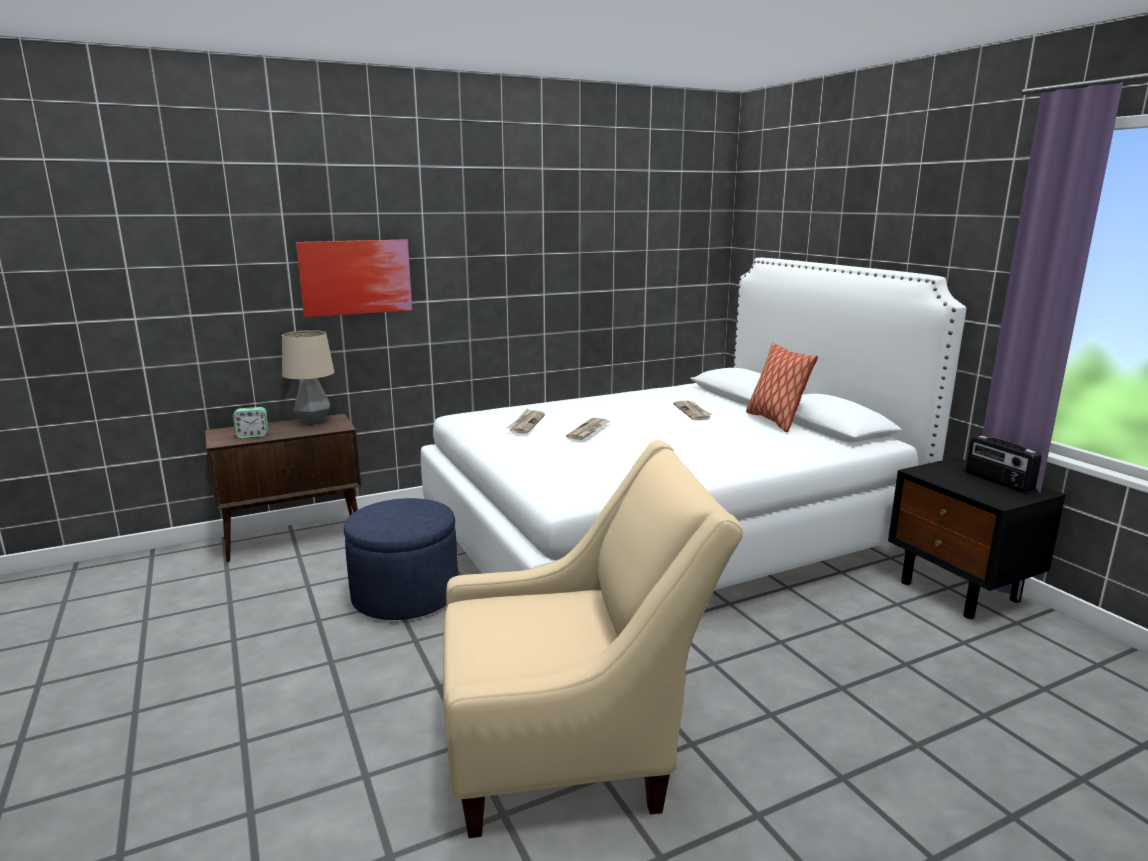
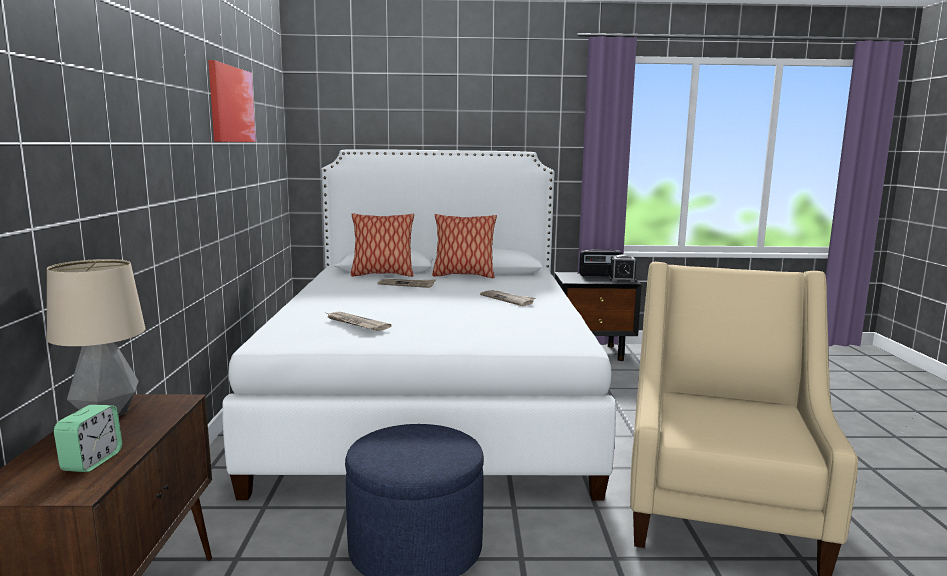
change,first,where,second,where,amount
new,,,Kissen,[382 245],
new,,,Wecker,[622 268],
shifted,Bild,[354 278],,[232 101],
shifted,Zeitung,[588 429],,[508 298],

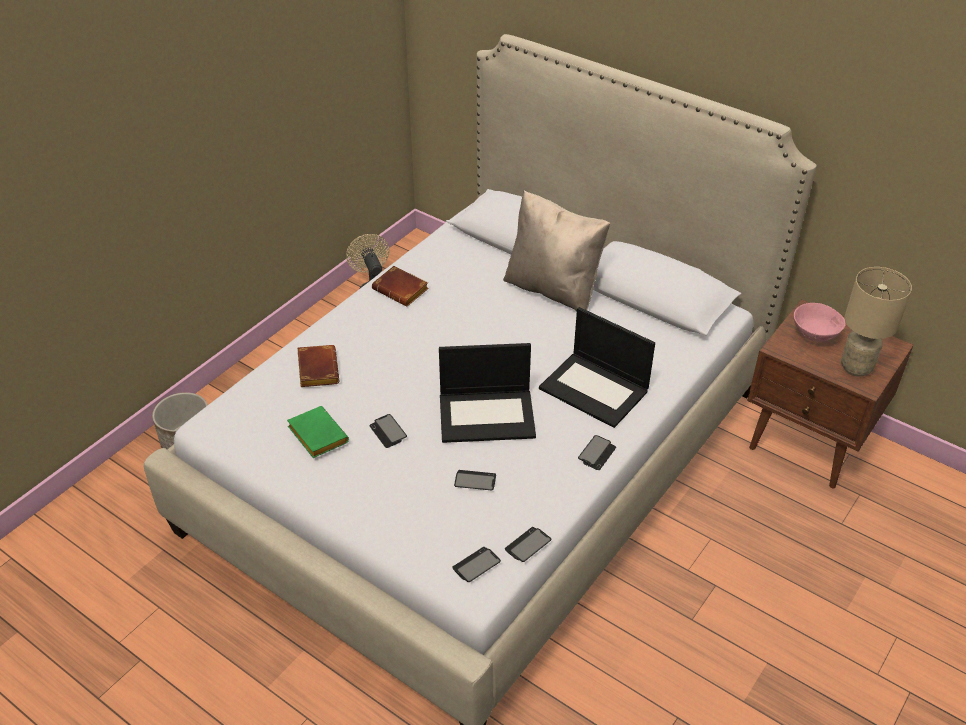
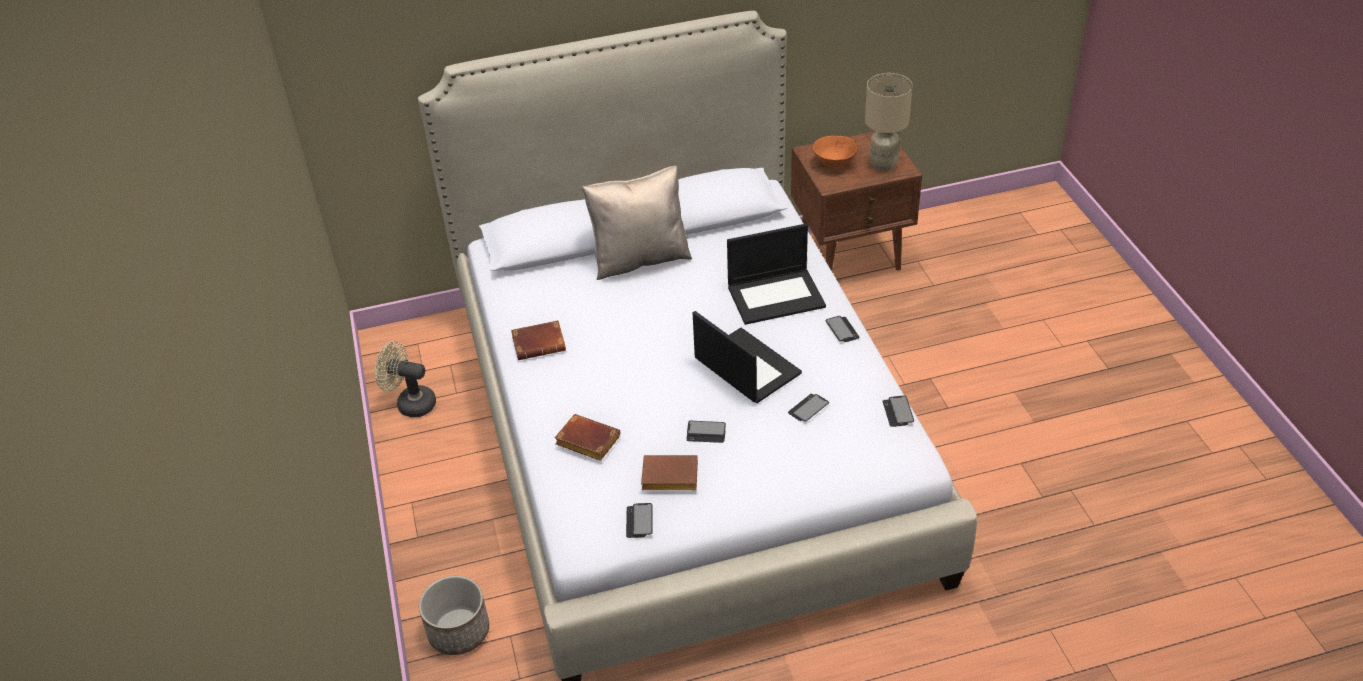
change,first,where,second,where,amount
shifted,Handy,[477 564],,[639 520],
repainted,Buch (grün),[318 432],Buch (braun),[669 472],
repainted,Schüssel (rosa),[820 322],Schüssel (orange),[835 152],
rotated,Laptop,[487 393],,[747 357],75 degrees counterclockwise

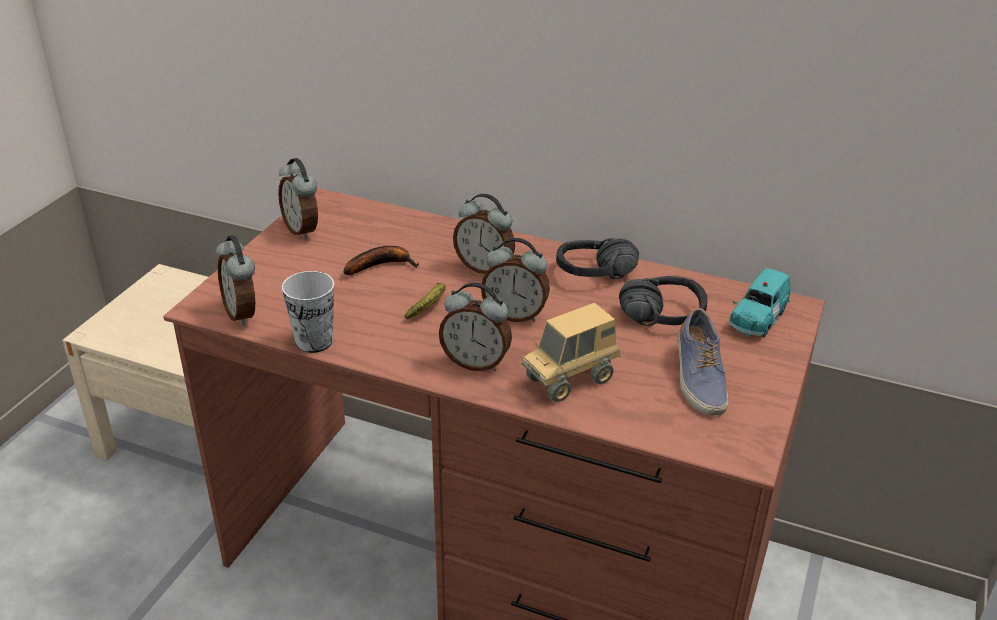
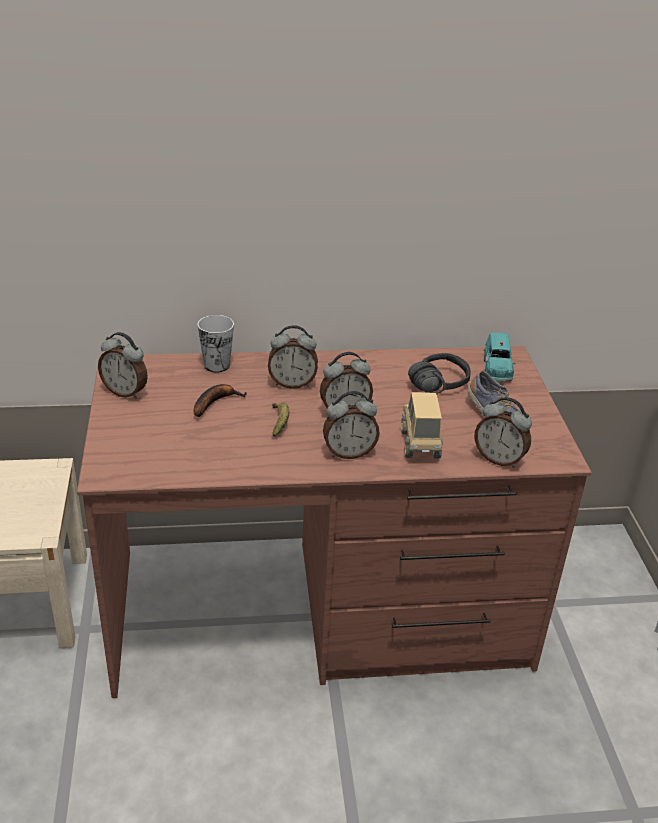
change,first,where,second,where,amount
gone,Kopfhörer (schwarz),[597 258],,,
shifted,Wecker,[235 280],,[503 432],
shifted,Tasse,[308 312],,[216 343],
rotated,Spielzeuglaster,[571 352],,[422 425],150 degrees clockwise

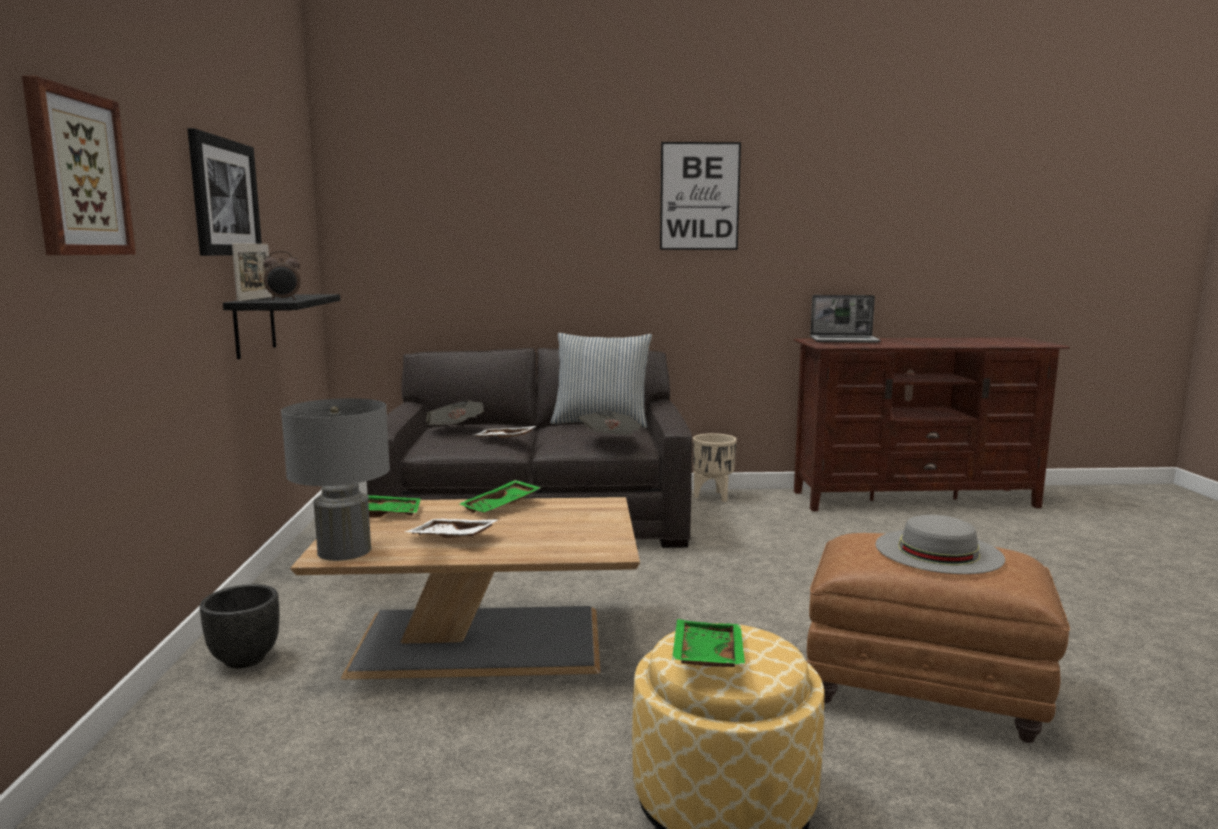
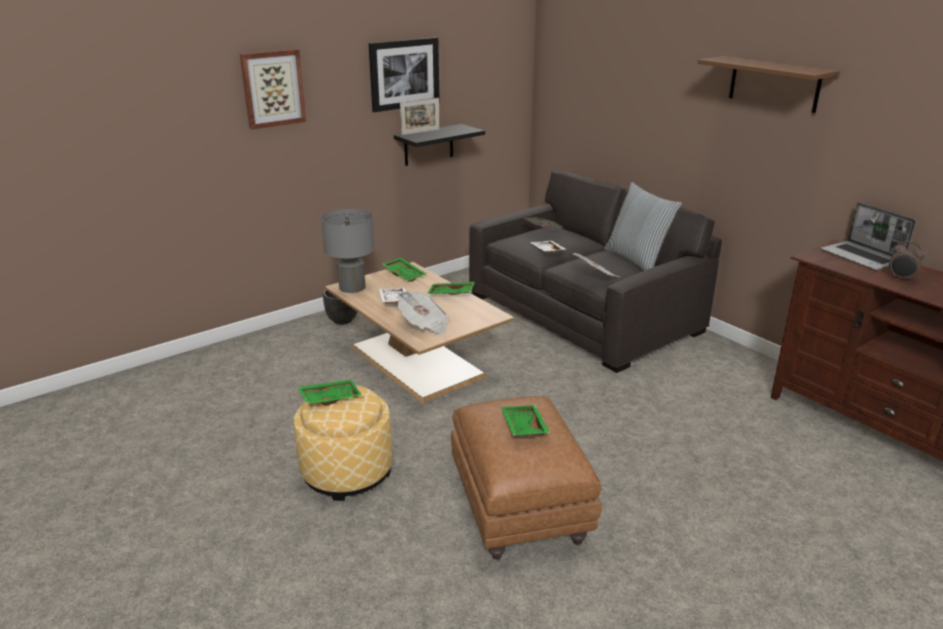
change,first,where,second,where,amount
gone,Pflanzkübel (beige),[715 467],,,
new,,,Zeitung,[423 313],
shifted,Wecker,[282 275],,[907 261],
swapped,Bild,[700 196],Wandregal (braun),[768 84],
swapped,Hut (grau),[940 544],Tablett (grün),[525 420],

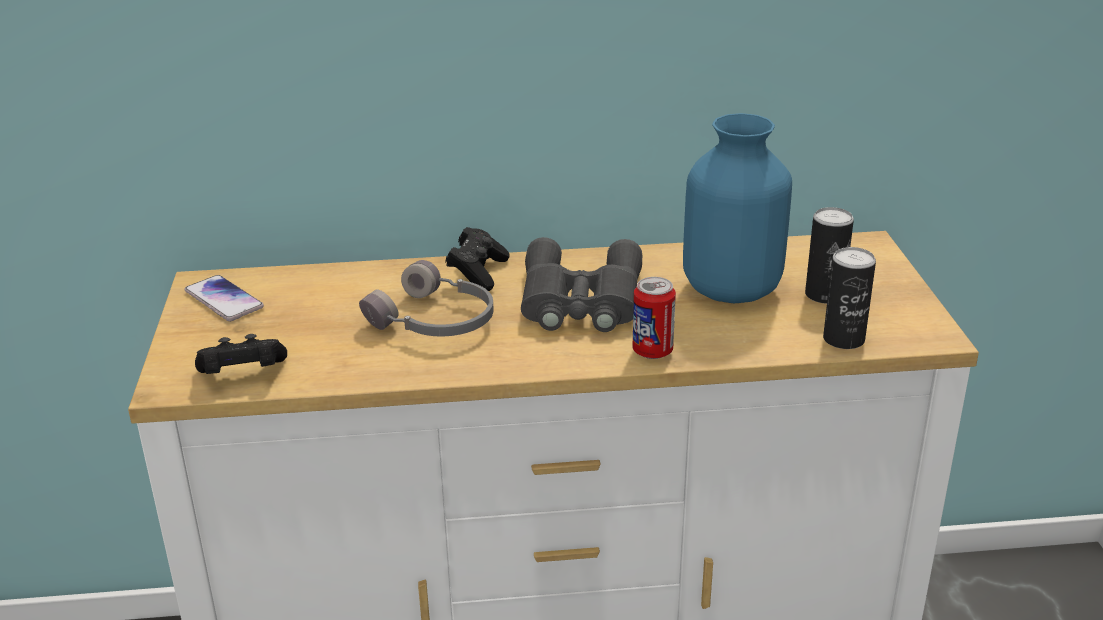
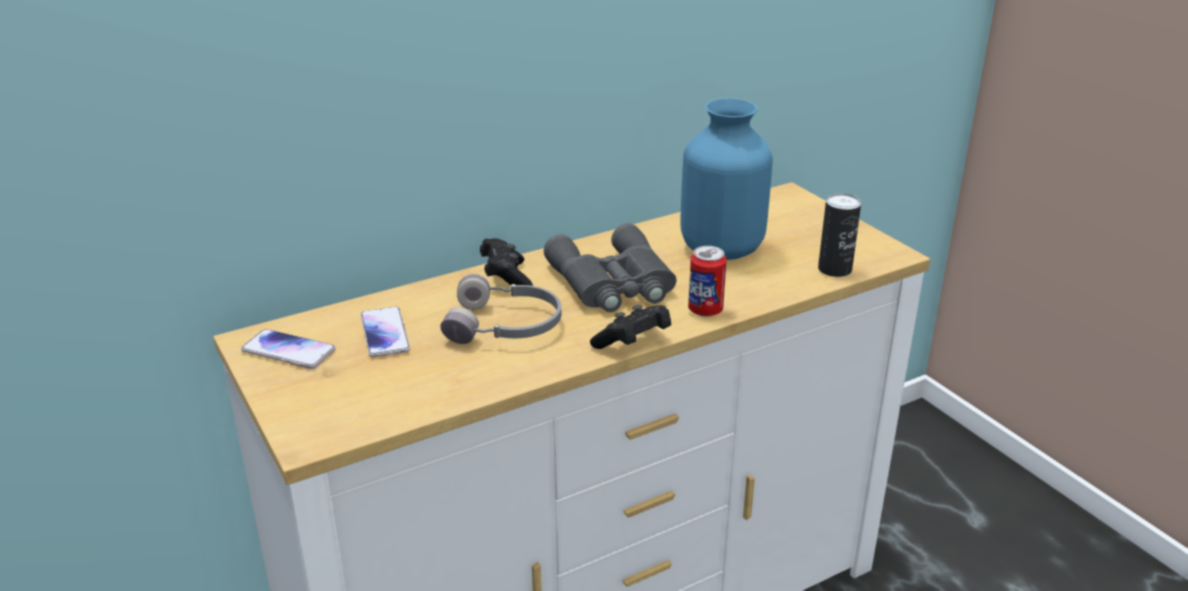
change,first,where,second,where,amount
gone,Dose,[829 255],,,
new,,,Handy,[385 332],
shifted,Gamepad (schwarz),[241 354],,[630 327],

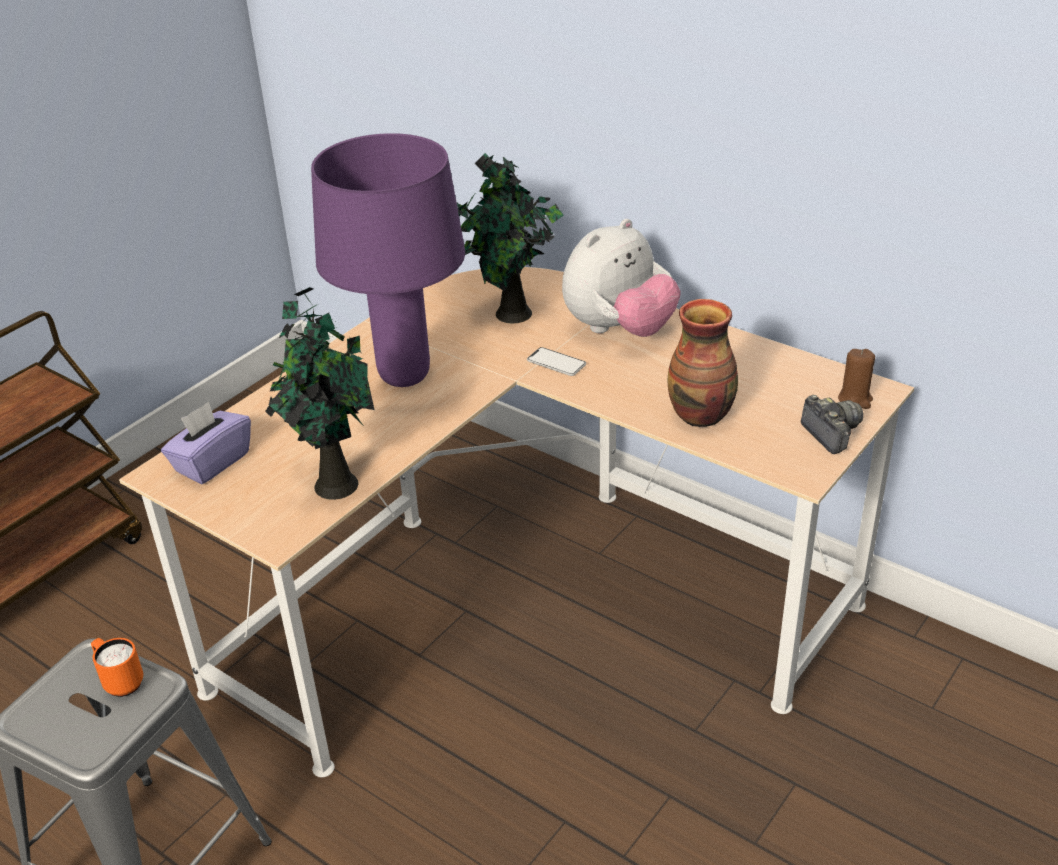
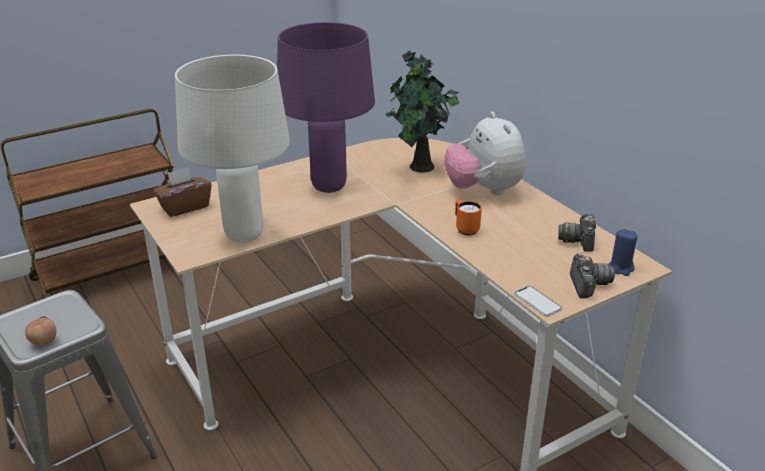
change,first,where,second,where,amount
gone,Vase,[702 363],,,
new,,,Apfel,[40 332],
new,,,Kamera,[577 233],
shifted,Henkelbecher (orange),[117 667],,[468 217],
shifted,Handy,[556 361],,[538 301],
swapped,Topfpflanze,[319 393],Tischlampe (weiß),[232 149],
repainted,Taschentuchbox (lila),[206 443],Taschentuchbox (braun),[182 192],
repainted,Kerze (braun),[856 379],Kerze (blau),[622 252],
rotated,Plüschtier,[621 278],,[485 153],90 degrees clockwise

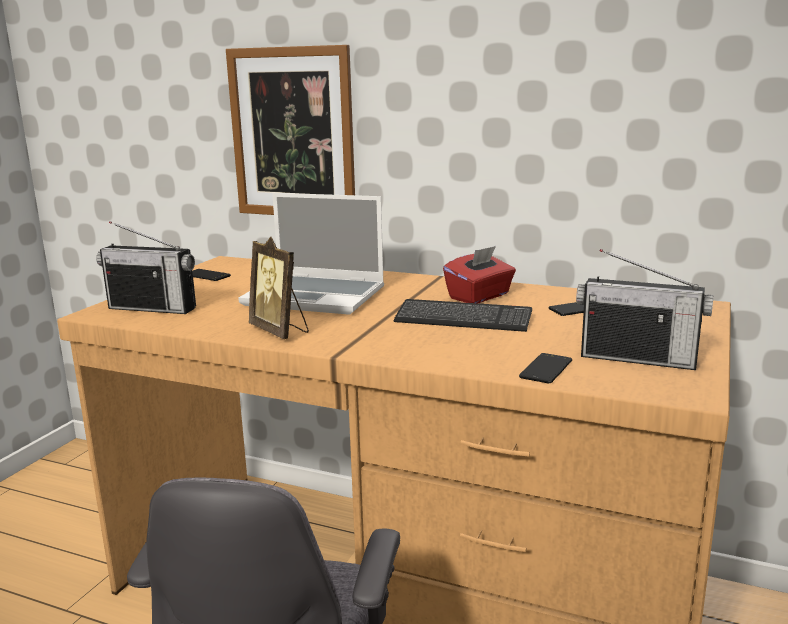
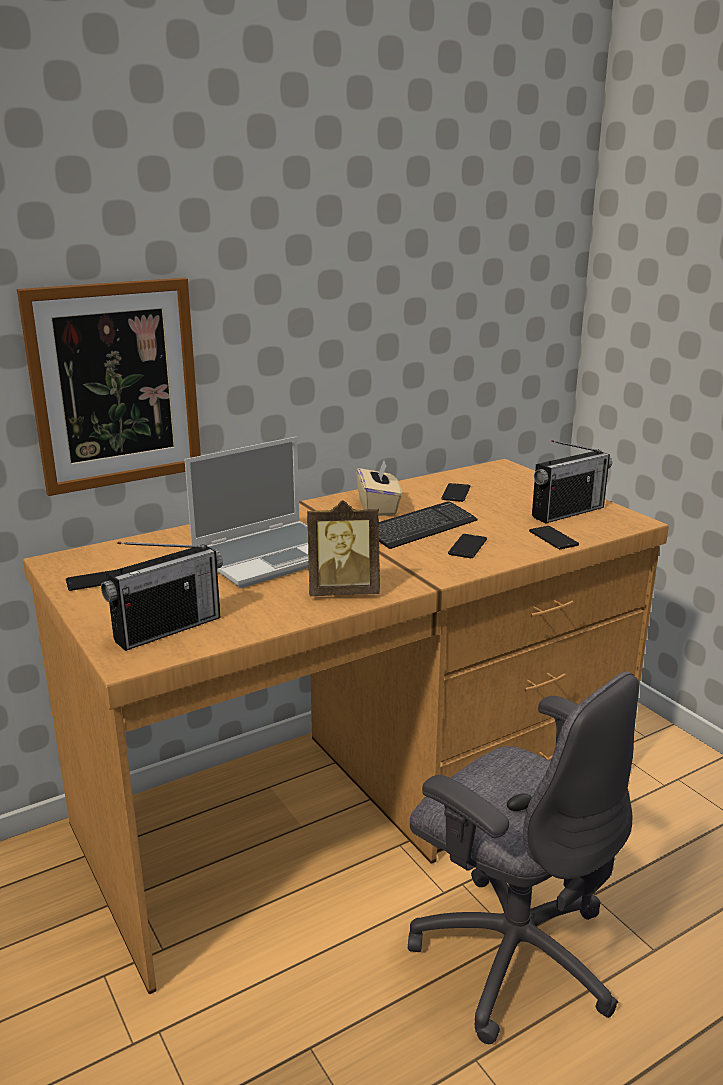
change,first,where,second,where,amount
new,,,Handy,[467 546],
repainted,Taschentuchbox (rot),[479 274],Taschentuchbox (beige),[379 488],

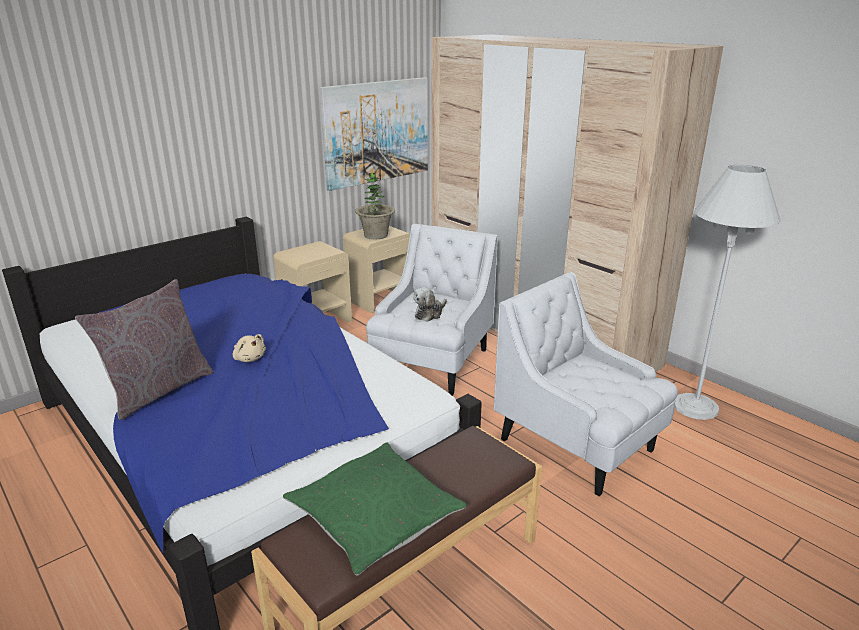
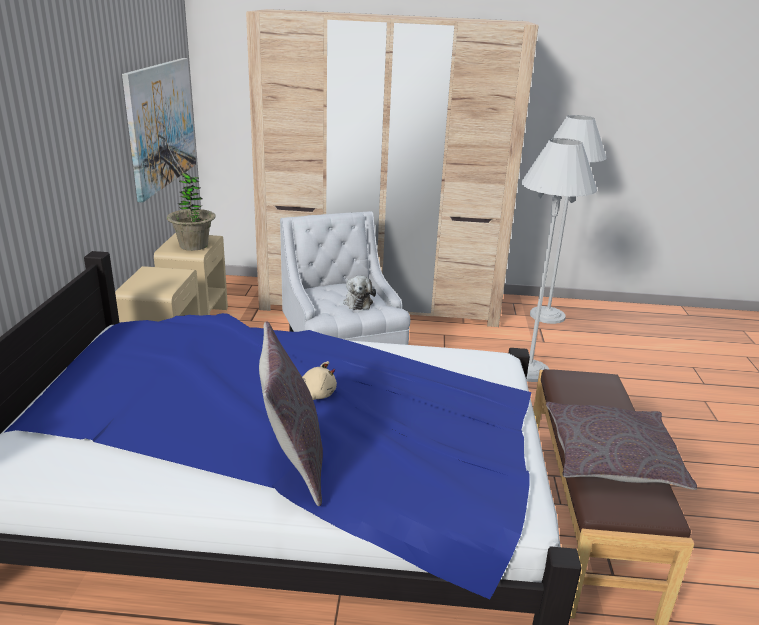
change,first,where,second,where,amount
swapped,Sessel (weiß),[586 384],Stehlampe (weiß),[559 260],
repainted,Kissen (grün),[375 509],Kissen (grau),[621 446],

